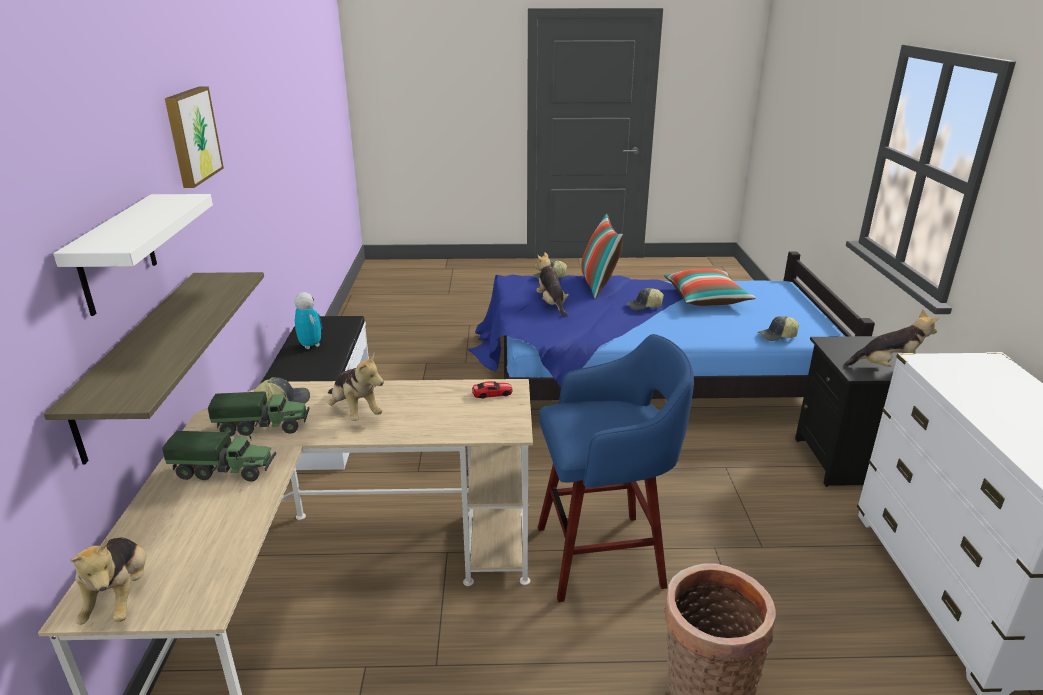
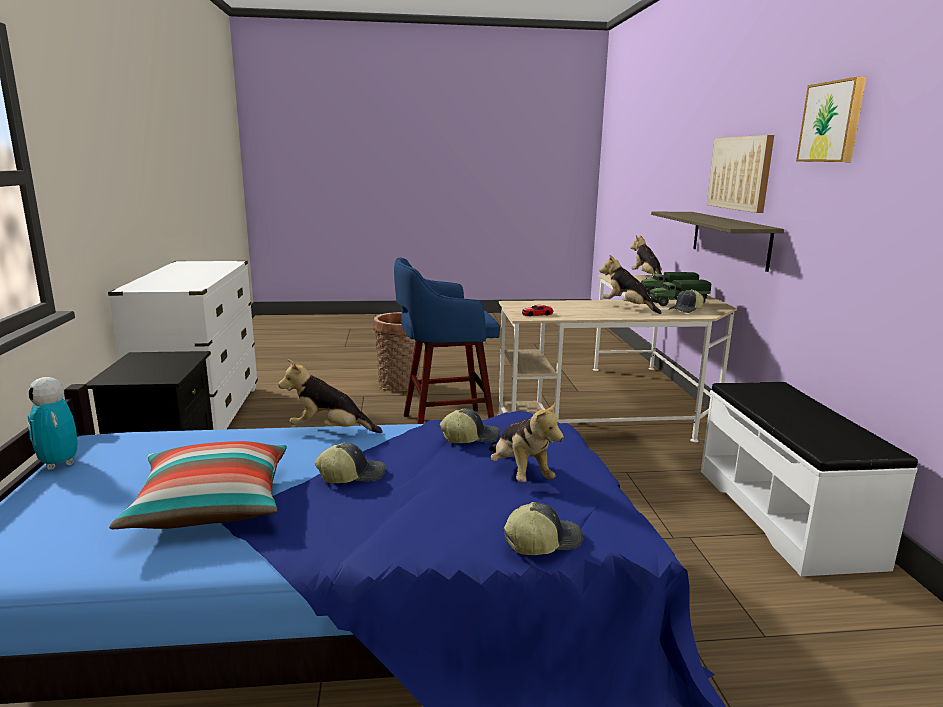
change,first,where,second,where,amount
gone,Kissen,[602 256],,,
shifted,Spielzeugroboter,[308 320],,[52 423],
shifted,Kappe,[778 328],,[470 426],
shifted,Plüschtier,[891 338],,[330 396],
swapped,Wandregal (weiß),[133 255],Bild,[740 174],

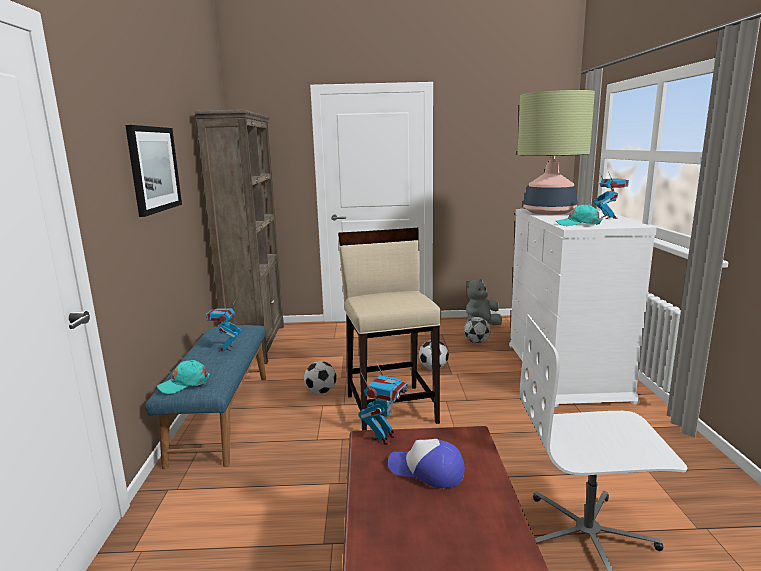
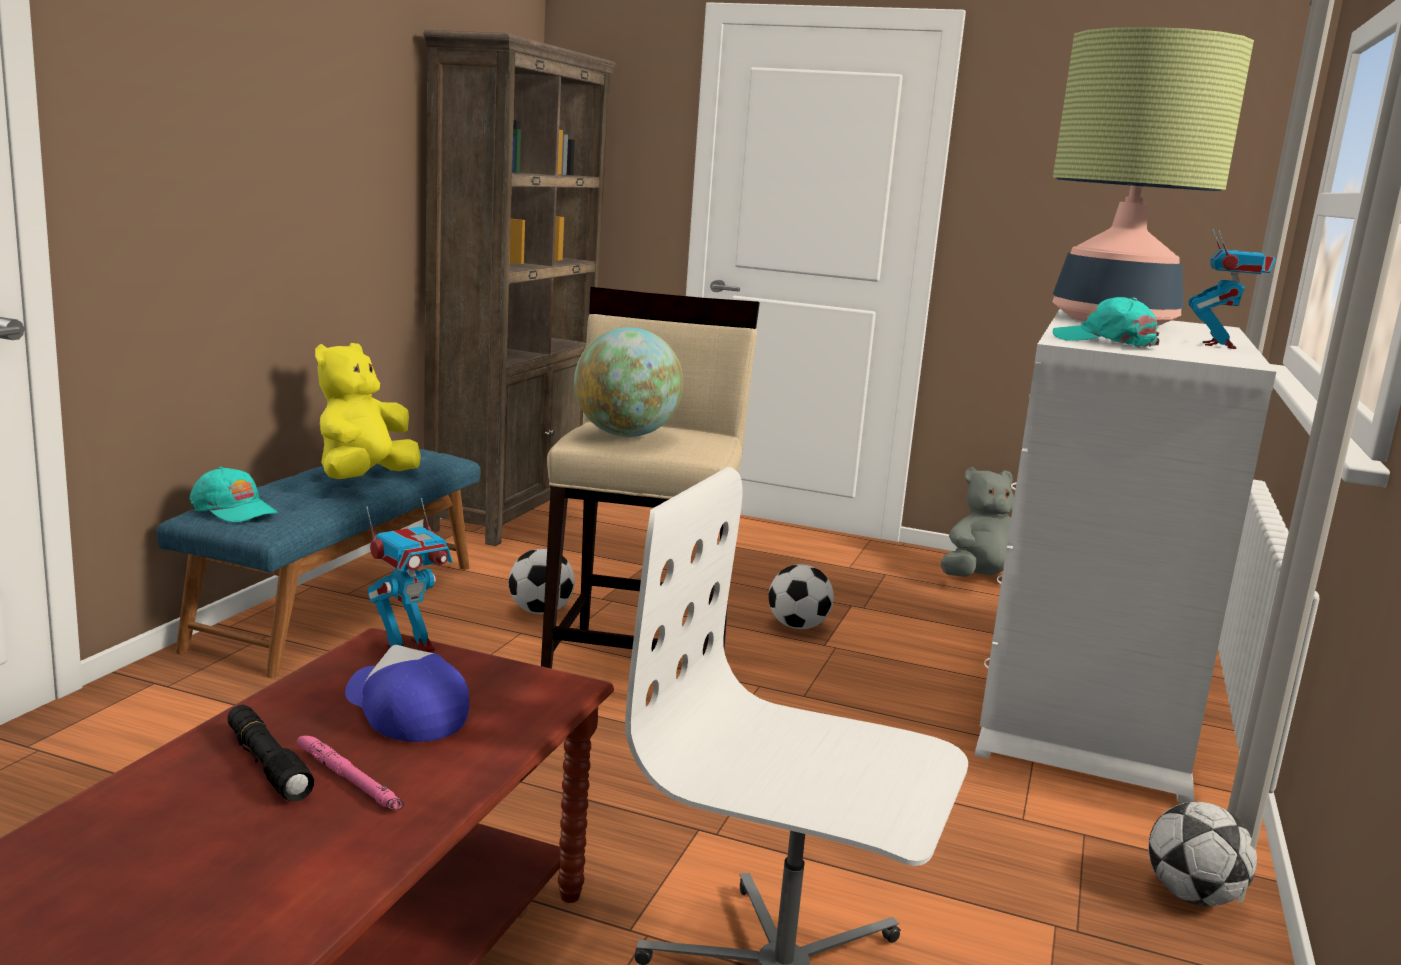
change,first,where,second,where,amount
gone,Bild,[153 171],,,
new,,,Taschenlampe (schwarz),[270 753],
new,,,Taschenlampe (rosa),[350 773],
new,,,Globus,[628 382],
shifted,Fußball,[477 330],,[1202 853],
swapped,Spielzeugroboter,[224 326],Plüschtier (gelb),[368 411],
rotated,Kappe (türkis),[183 377],,[234 495],135 degrees counterclockwise

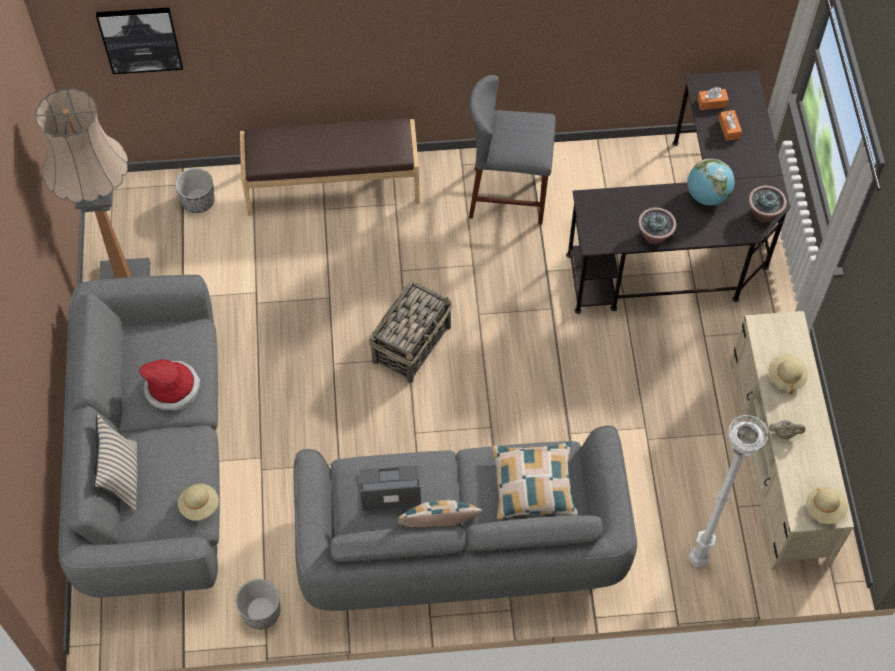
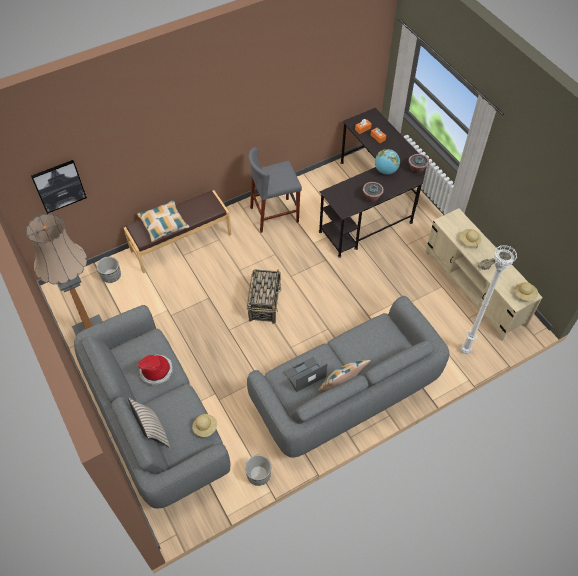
change,first,where,second,where,amount
shifted,Kissen,[535 481],,[163 221],

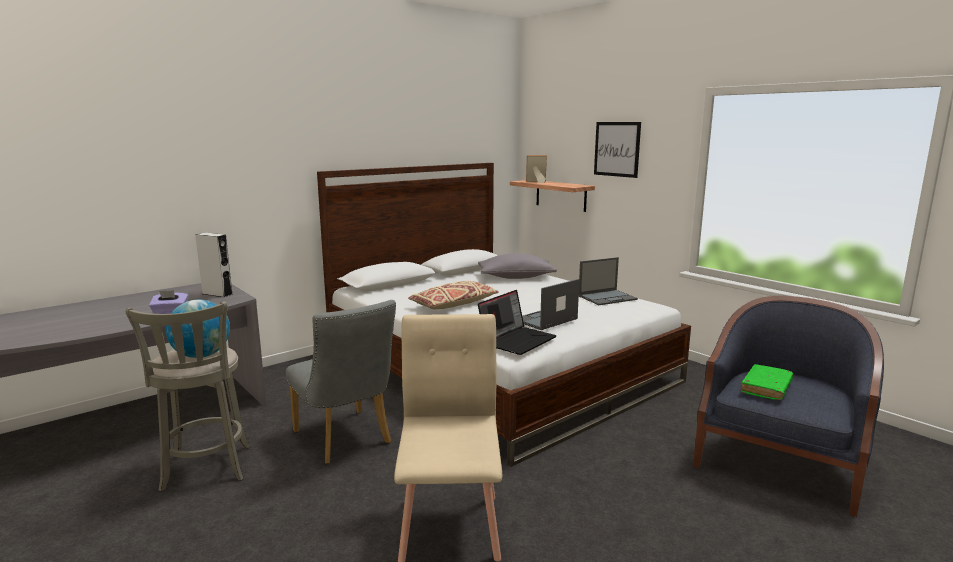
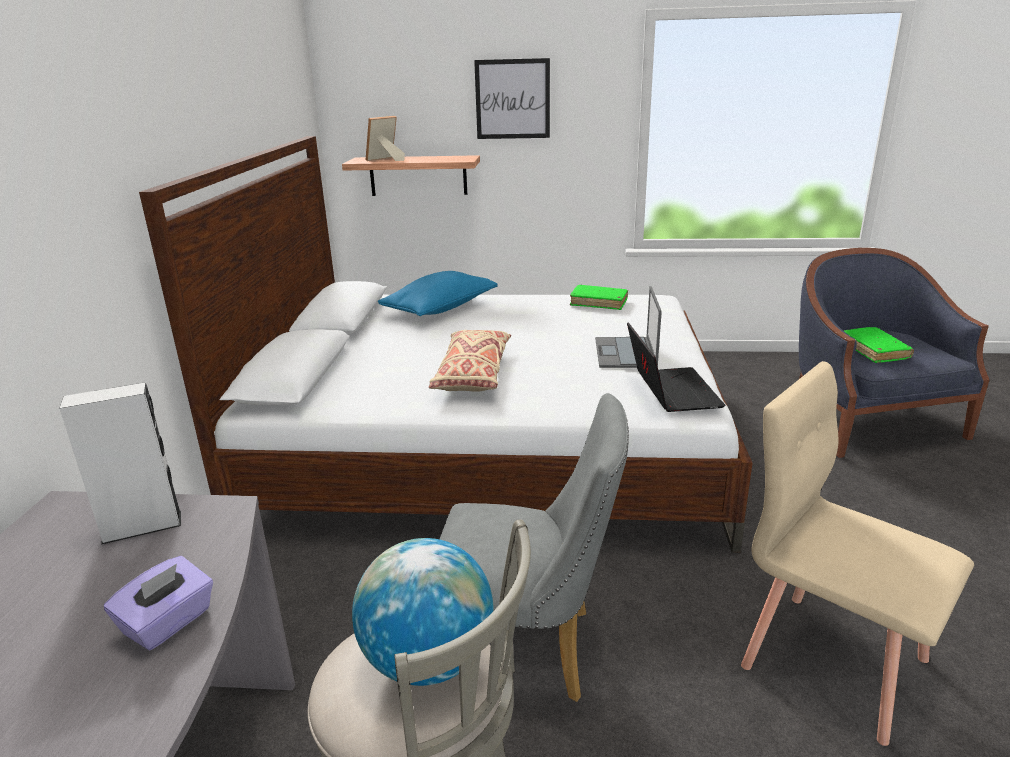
change,first,where,second,where,amount
swapped,Laptop,[608 281],Buch (grün),[599 297],
repainted,Kissen (grau),[517 266],Kissen (blau),[438 293],

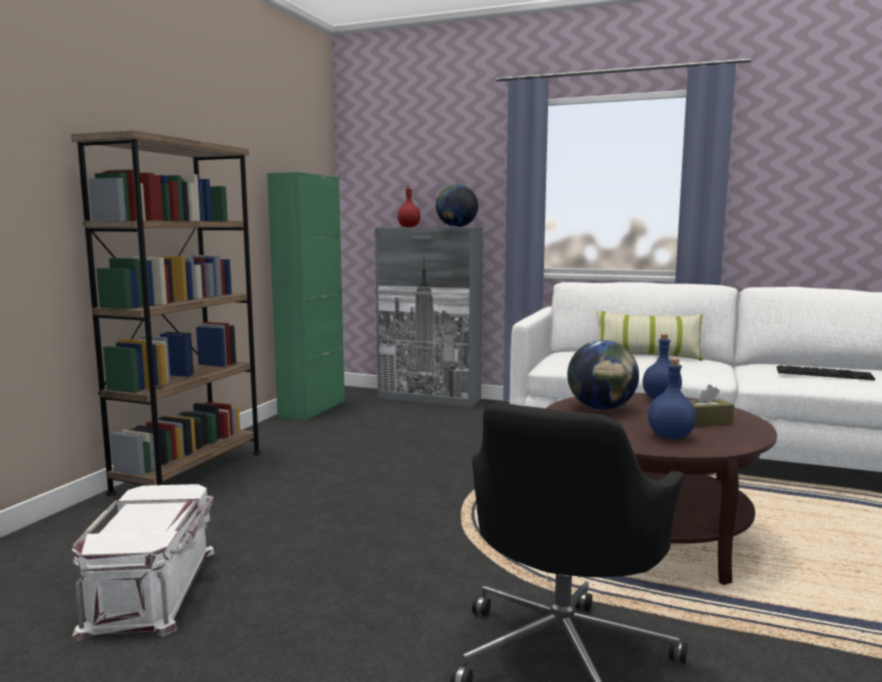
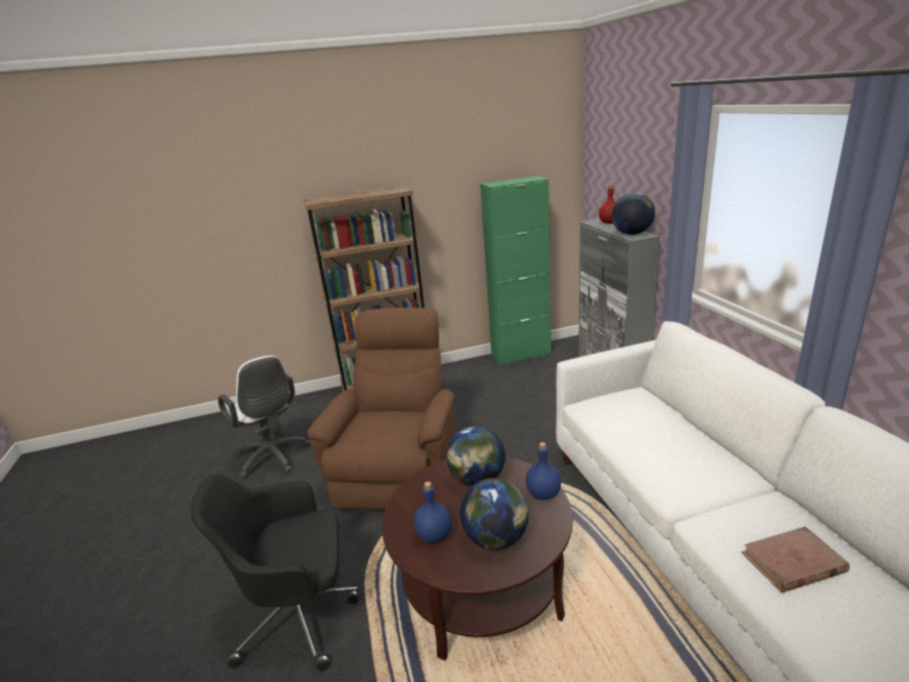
change,first,where,second,where,amount
gone,Kissen,[649 335],,,
new,,,Sessel (braun),[381 409],
swapped,Aufbewahrungsbox (weiß),[144 562],Bürostuhl (weiß),[264 417],
swapped,Taschentuchbox (braun),[711 405],Globus,[494 514],
swapped,Tastatur,[826 372],Buch (braun),[795 560],

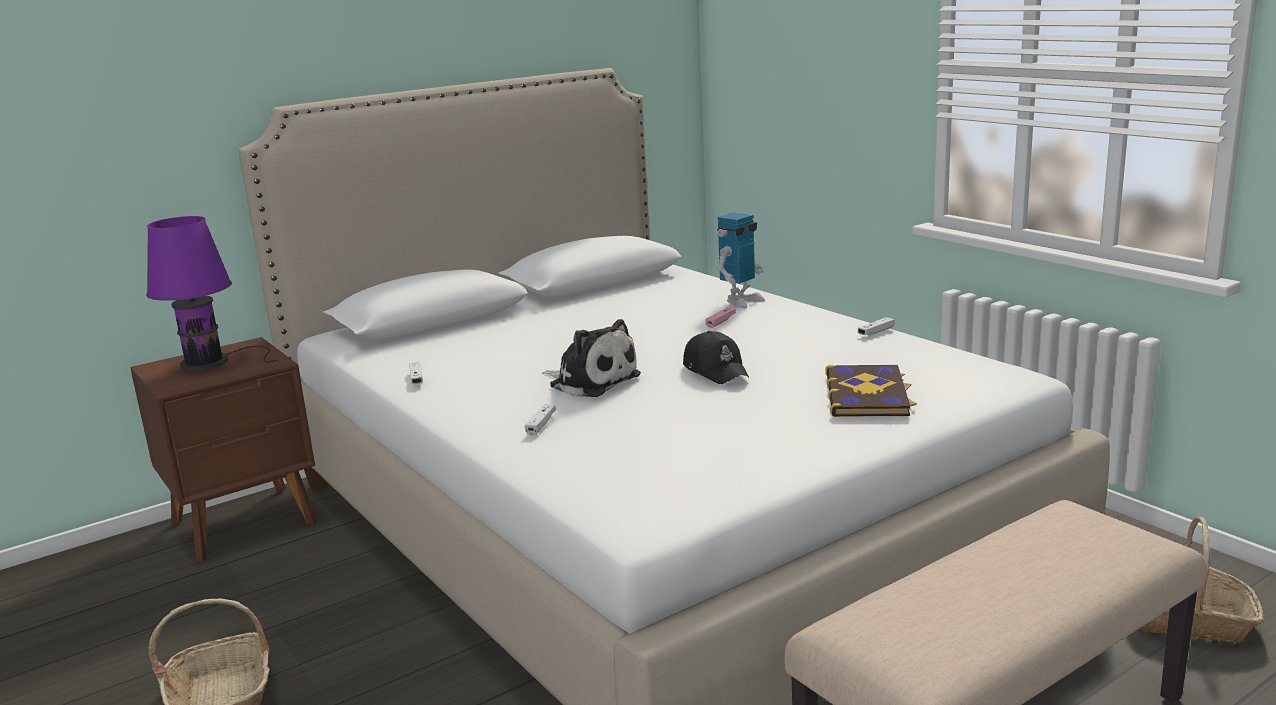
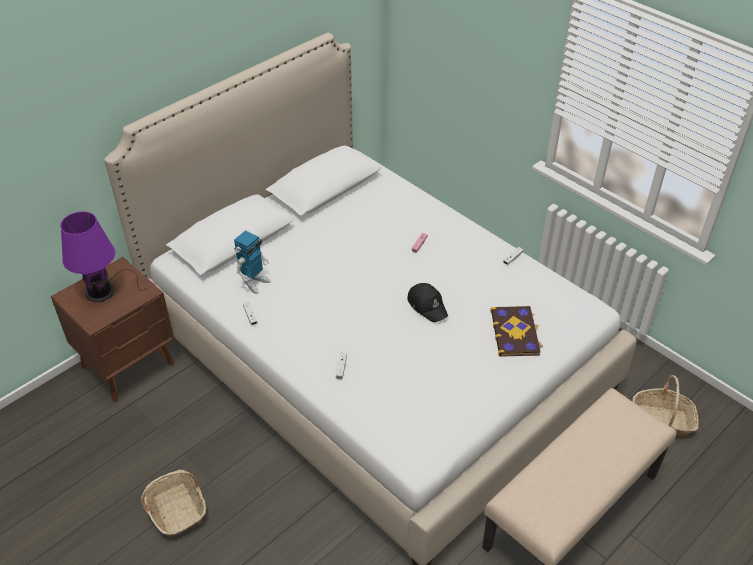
change,first,where,second,where,amount
gone,Plüschtier,[591 358],,,
shifted,Spielzeugroboter,[741 260],,[252 262],

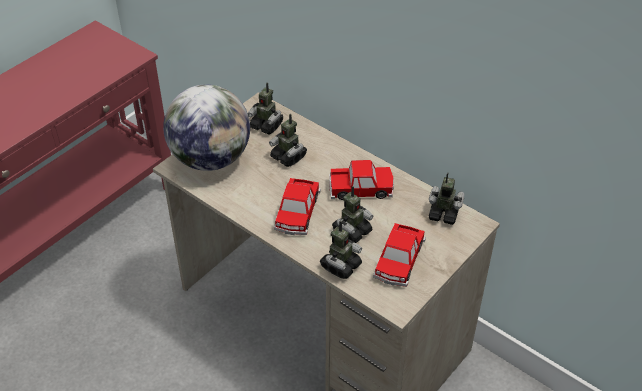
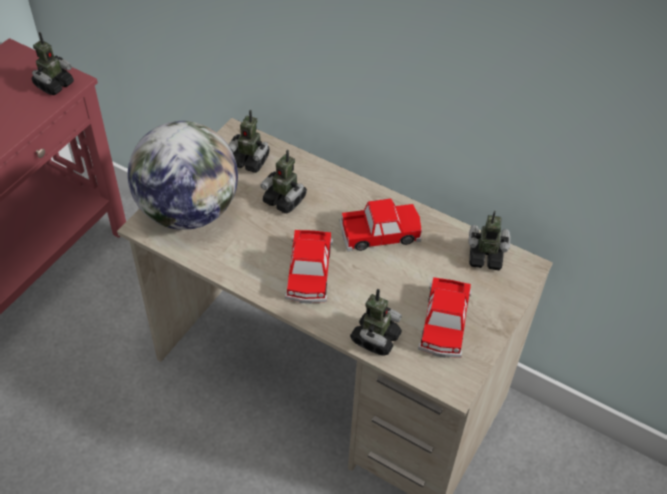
change,first,where,second,where,amount
shifted,Spielzeugroboter,[353 214],,[53 63],

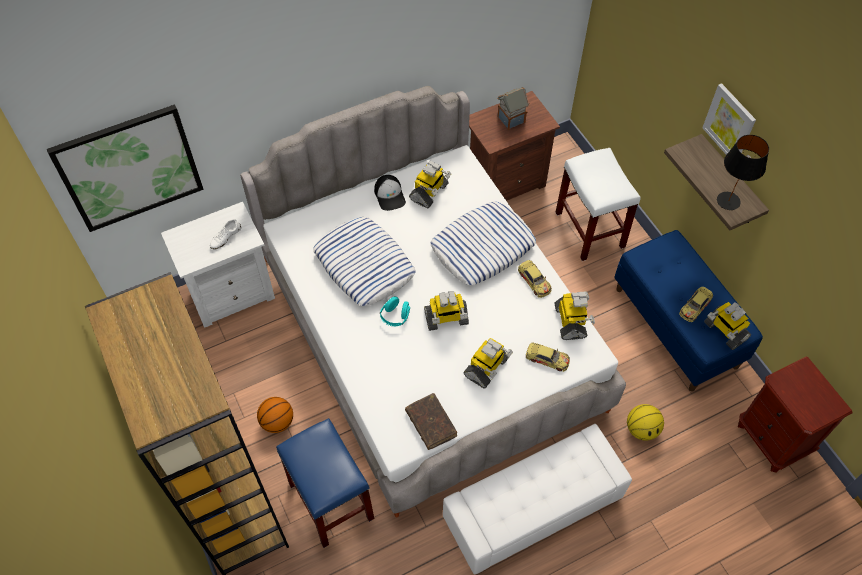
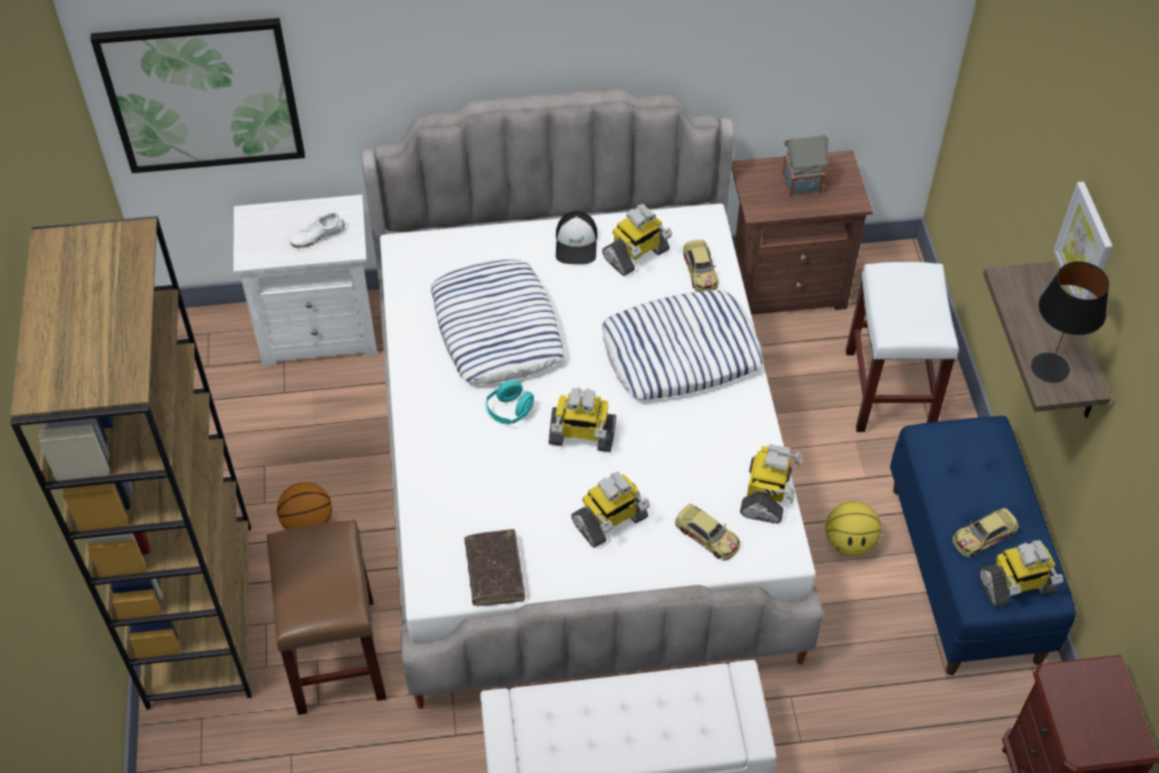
change,first,where,second,where,amount
shifted,Spielzeugauto,[535 279],,[701 266],
shifted,Basketball,[645 422],,[853 528],
repainted,Hocker (blau),[325 483],Hocker (braun),[326 617],
rotated,Spielzeugroboter,[727 326],,[1021 573],90 degrees counterclockwise

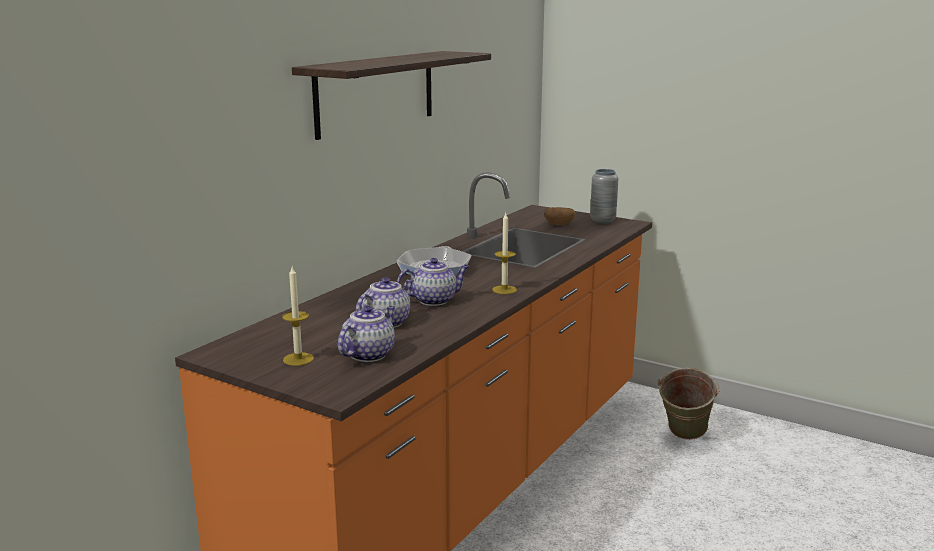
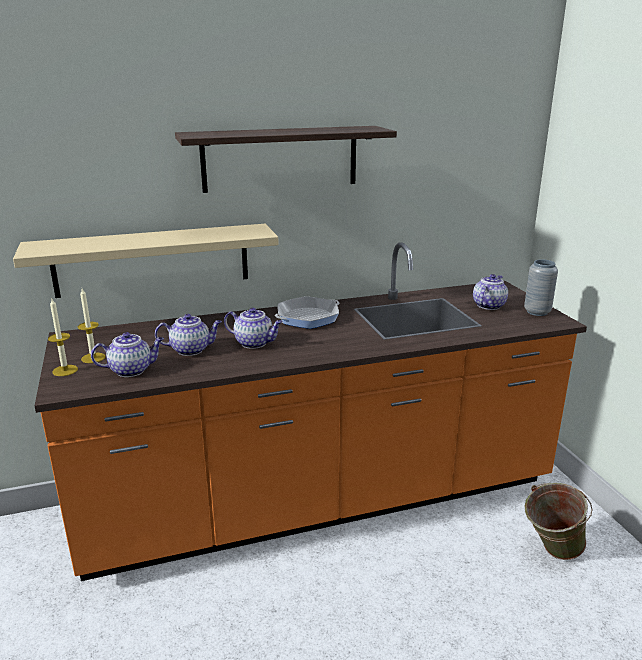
change,first,where,second,where,amount
new,,,Wandregal (beige),[146 261],
shifted,Kerze,[504 253],,[63 337],
swapped,Kartoffel,[560 216],Teekanne,[490 292],

